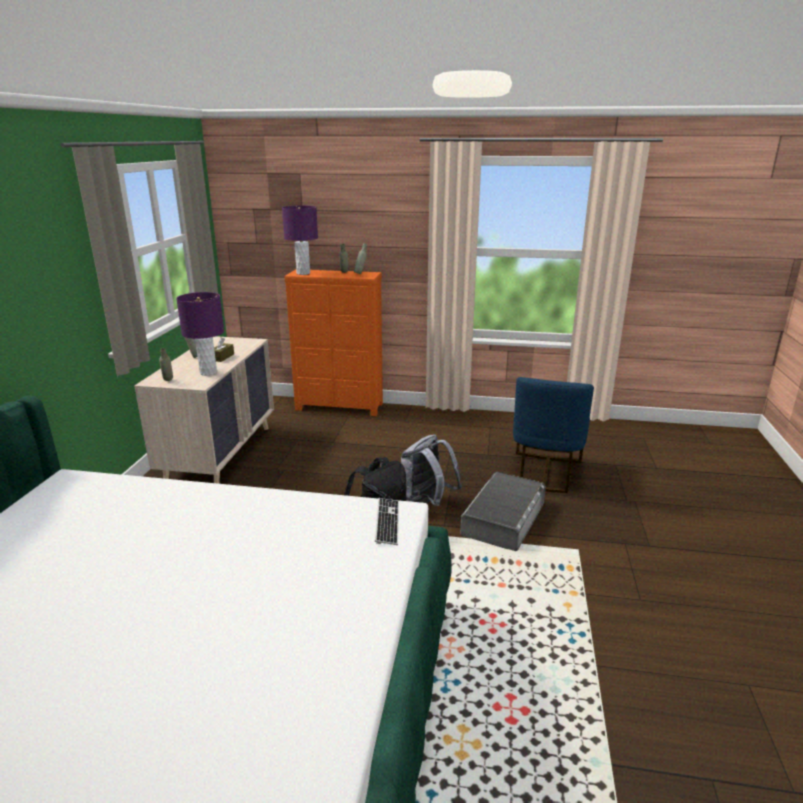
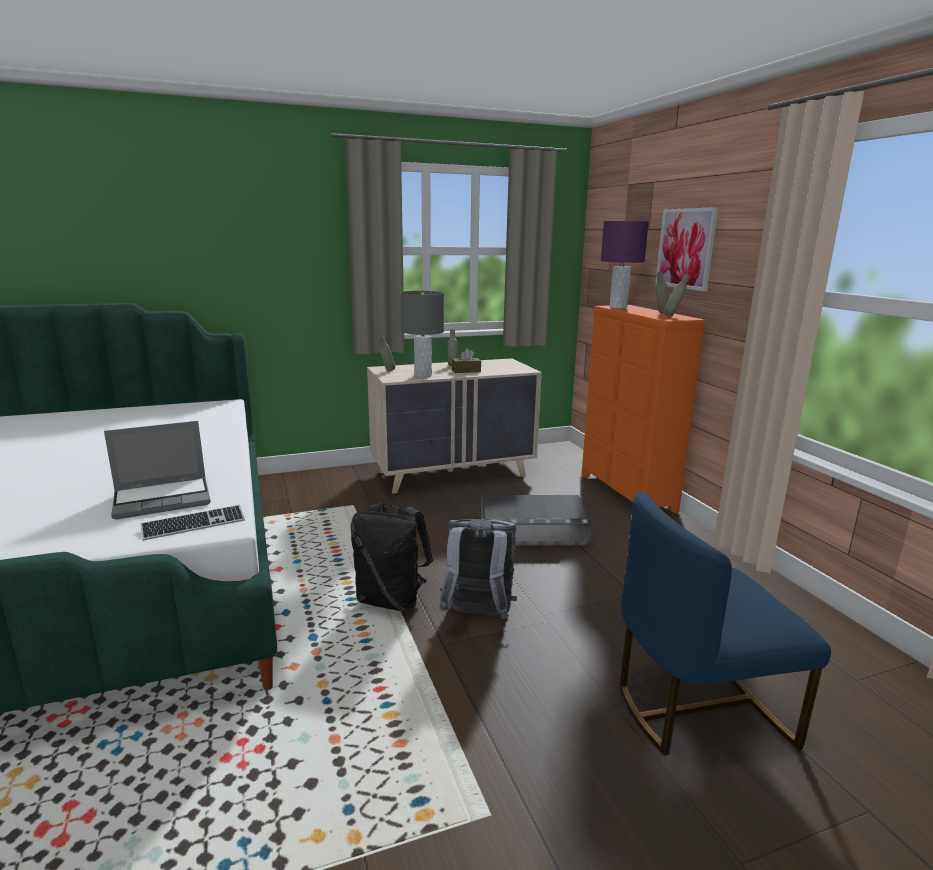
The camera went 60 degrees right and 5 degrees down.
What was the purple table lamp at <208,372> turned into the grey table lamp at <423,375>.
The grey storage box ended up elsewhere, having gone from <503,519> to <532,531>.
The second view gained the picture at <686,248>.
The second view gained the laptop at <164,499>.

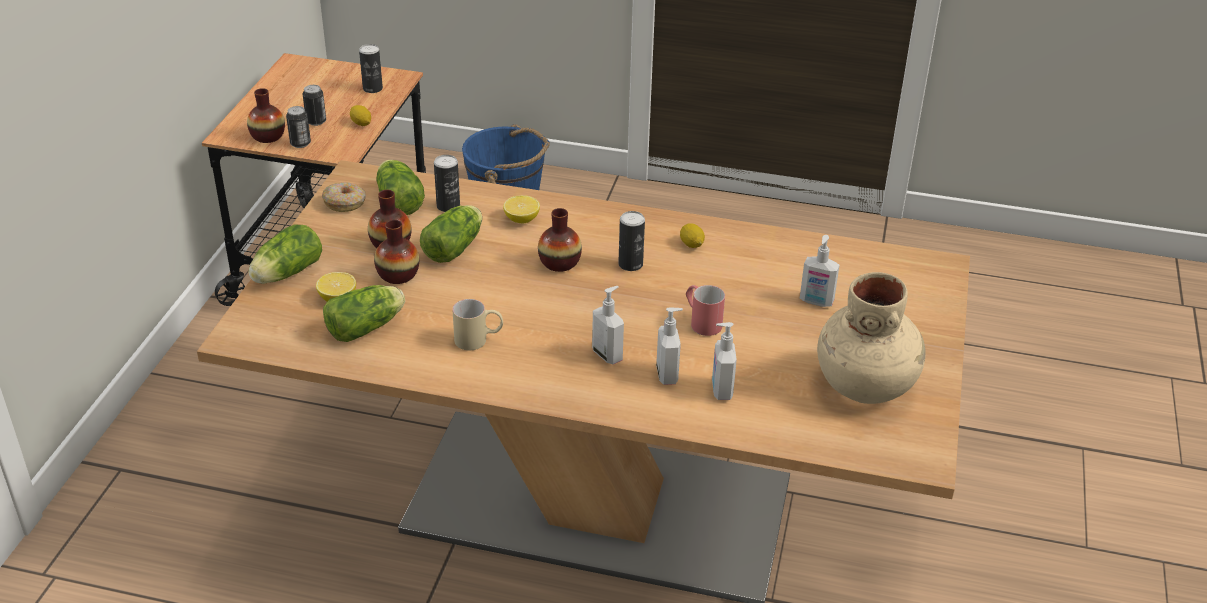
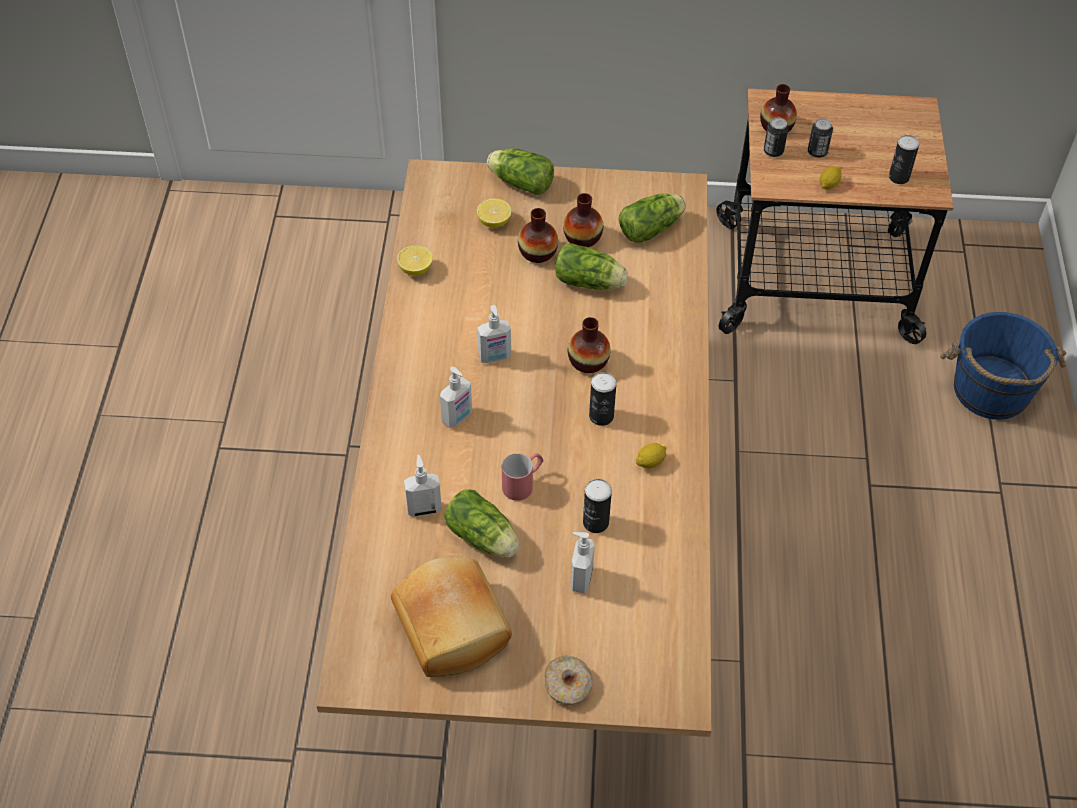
The camera went 80 degrees right and 15 degrees up.
The can ended up elsewhere, having gone from <448,206> to <595,522>.
The donut ended up elsewhere, having gone from <345,203> to <568,685>.
The lemon ended up elsewhere, having gone from <521,219> to <415,269>.
Where the beige vase stood at <865,384>, the bread came to stand at <454,627>.
The lettuce ended up elsewhere, having gone from <368,327> to <484,538>.
The second view lost the beige mug at <479,340>.
The soap dispenser ended up elsewhere, having gone from <668,375> to <495,357>.

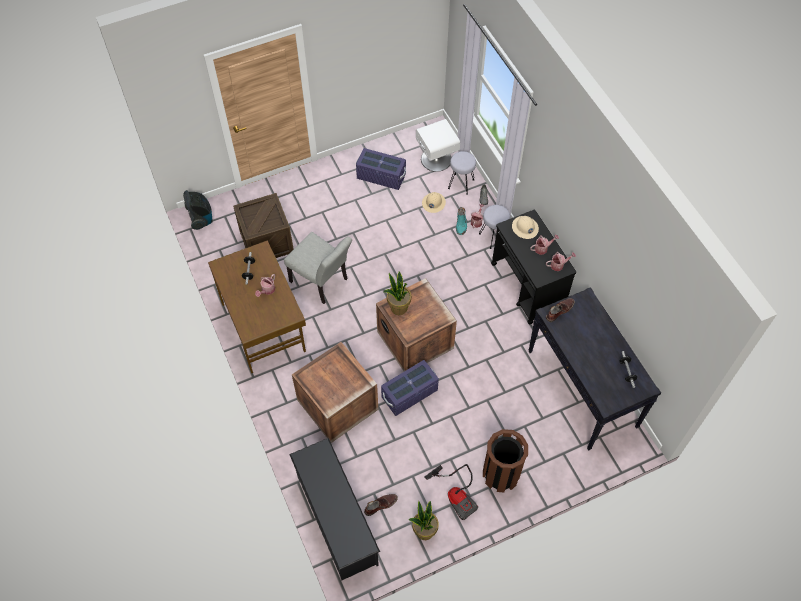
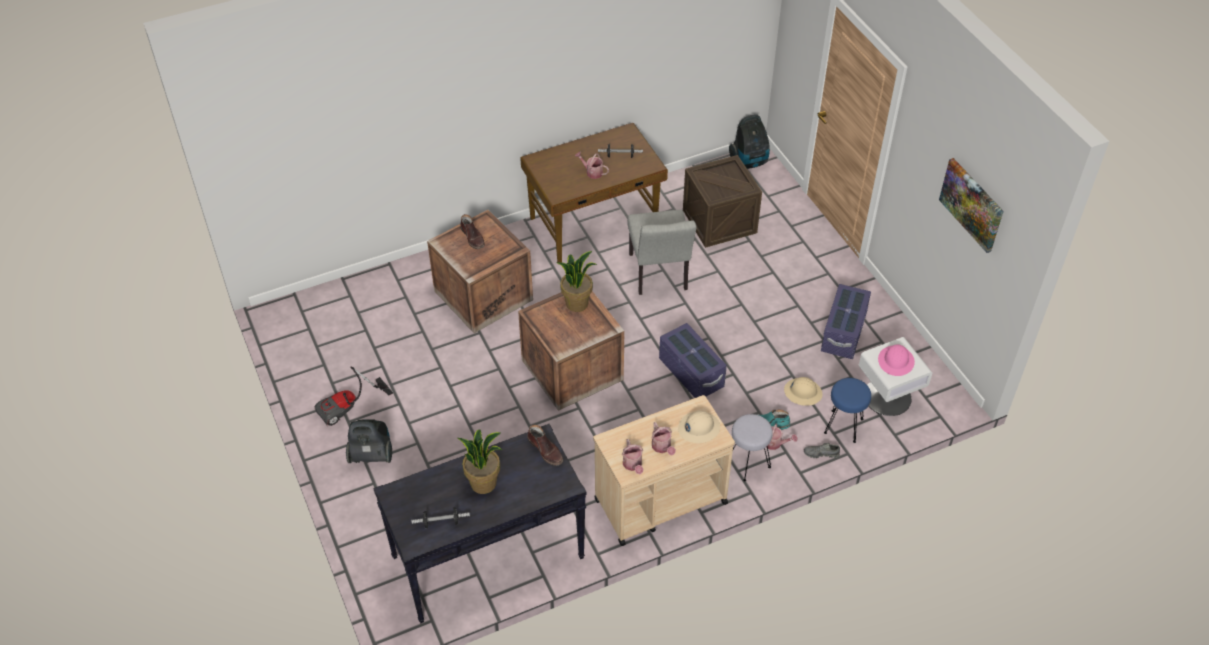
The camera went 90 degrees right and 10 degrees down.
What was the grey stool at <461,183> turned into the blue stool at <844,426>.
What was the black cart at <527,287> turned into the beige cart at <659,501>.
The grey chair at <322,282> ended up facing another way, 45 degrees counterclockwise from before.
The purple storage box ended up elsewhere, having gone from <409,394> to <691,373>.
Where the brown trash can stood at <500,474>, the vacuum cleaner came to stand at <371,455>.
The second view lost the black shoe rack at <336,519>.
The brown boot ended up elsewhere, having gone from <380,505> to <473,237>.
The potted plant ended up elsewhere, having gone from <424,531> to <483,483>.
The second view gained the picture at <972,204>.
The second view gained the pink hard hat at <896,361>.

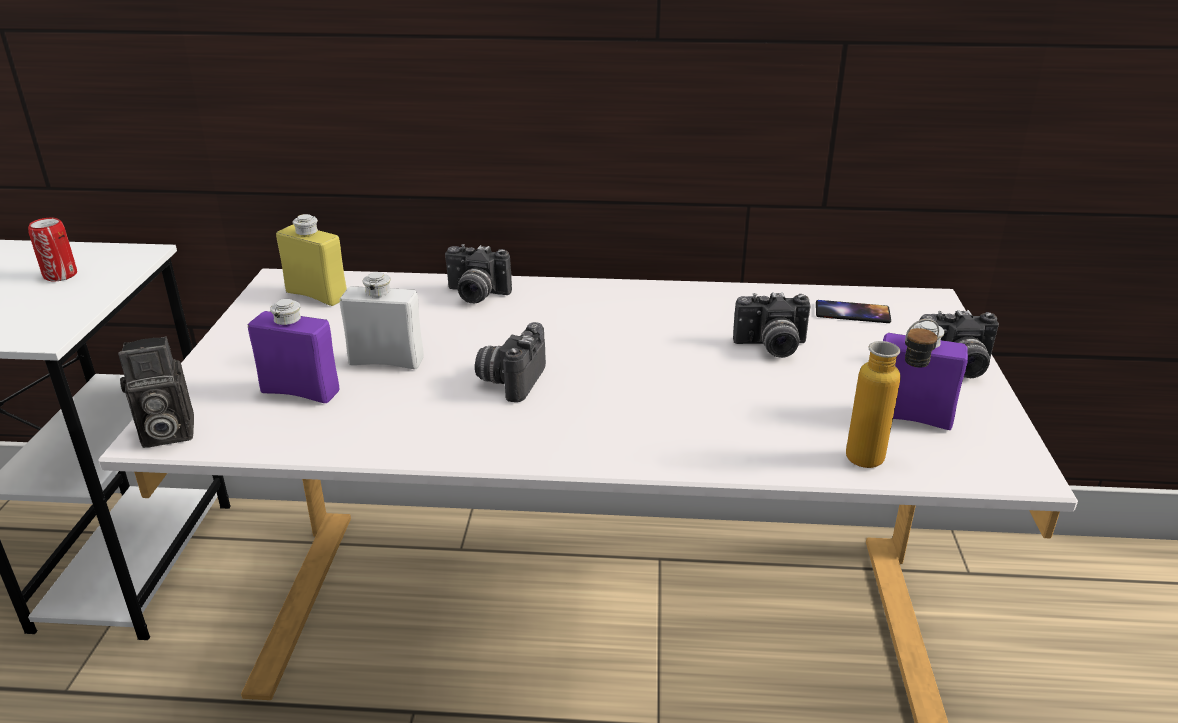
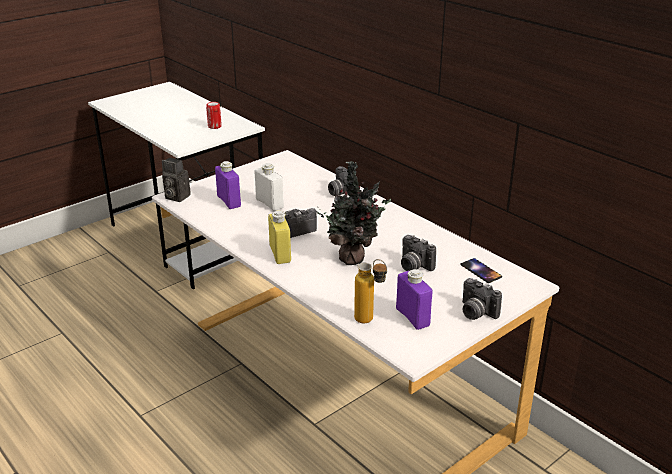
The camera went 45 degrees right and 0 degrees up.
The yellow bottle ended up elsewhere, having gone from <317,295> to <280,254>.
The second view gained the potted plant at <353,258>.

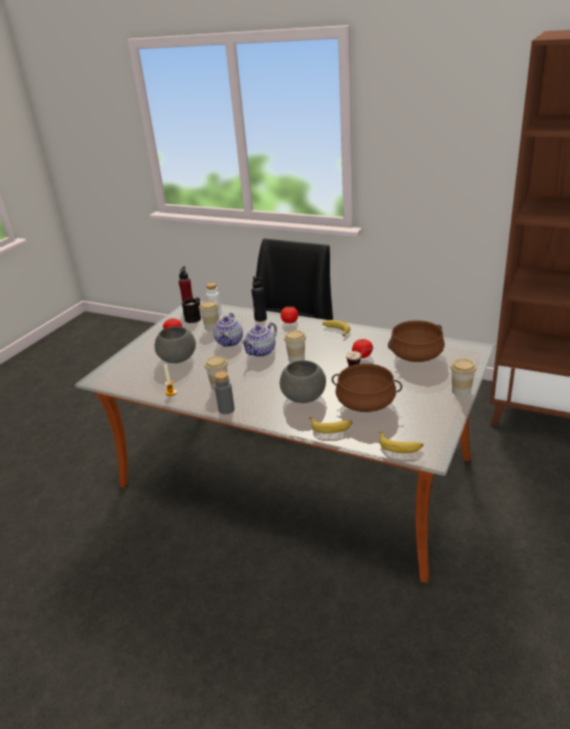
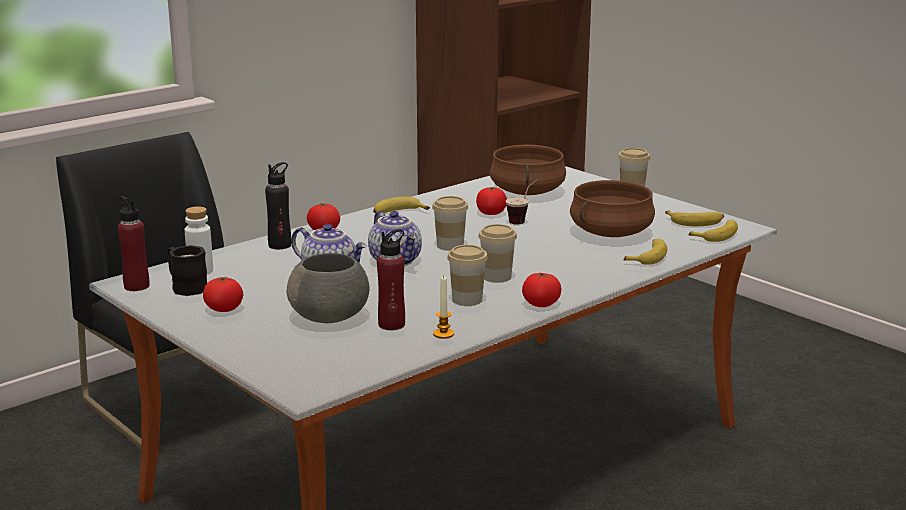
The camera went 70 degrees left and 10 degrees down.
The cup ended up elsewhere, having gone from <211,327> to <497,277>.
The second view lost the grey bowl at <303,397>.
Where the grey bottle stood at <226,409>, the tomato came to stand at <541,304>.
The second view gained the banana at <695,222>.
The second view gained the red bottle at <392,324>.

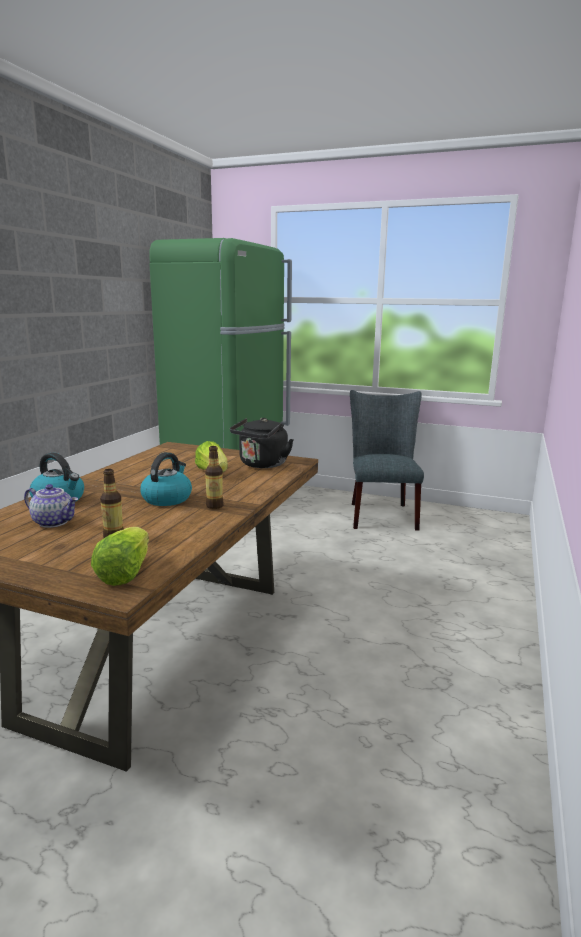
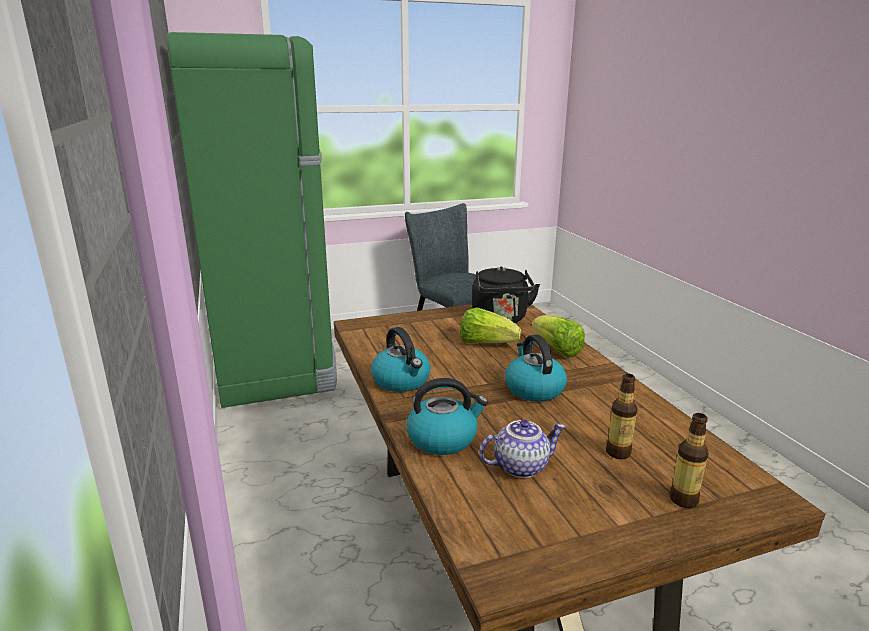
The camera went 40 degrees left and 5 degrees up.
The bottle ended up elsewhere, having gone from <214,506> to <683,500>.
The lettuce ended up elsewhere, having gone from <125,573> to <556,350>.
The second view gained the kettle at <402,381>.

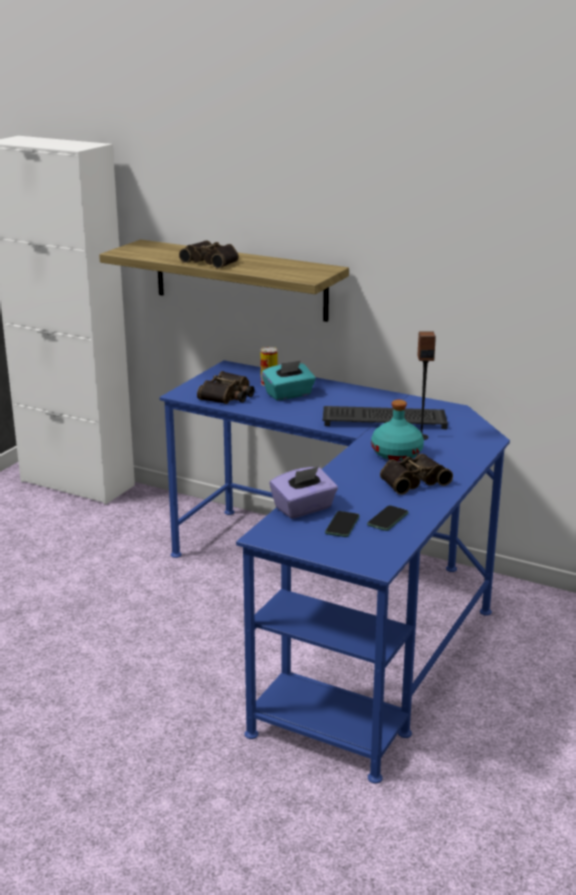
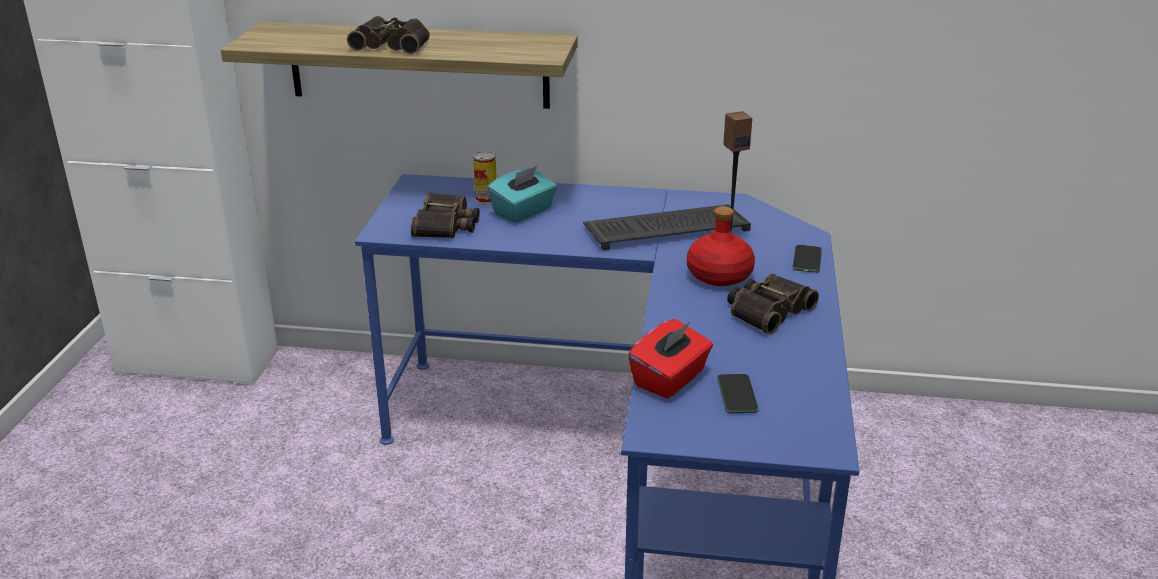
The camera went 20 degrees left and 5 degrees up.
What was the turquoise bottle at <397,453> turned into the red bottle at <720,275>.
What was the purple tissue box at <304,508> turned into the red tissue box at <670,379>.
The phone ended up elsewhere, having gone from <387,519> to <807,260>.

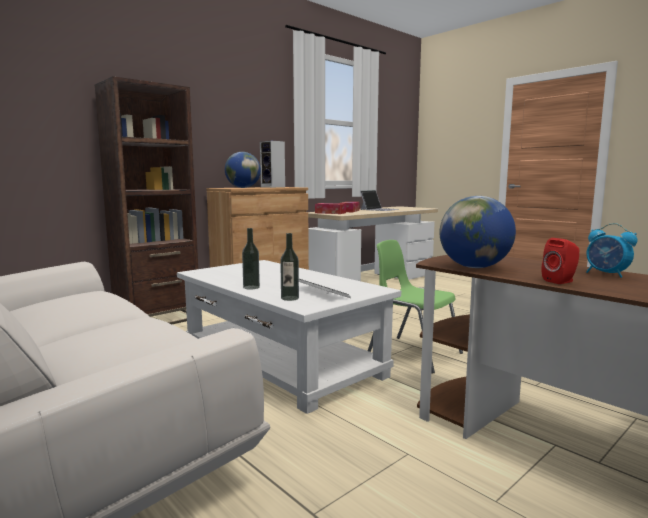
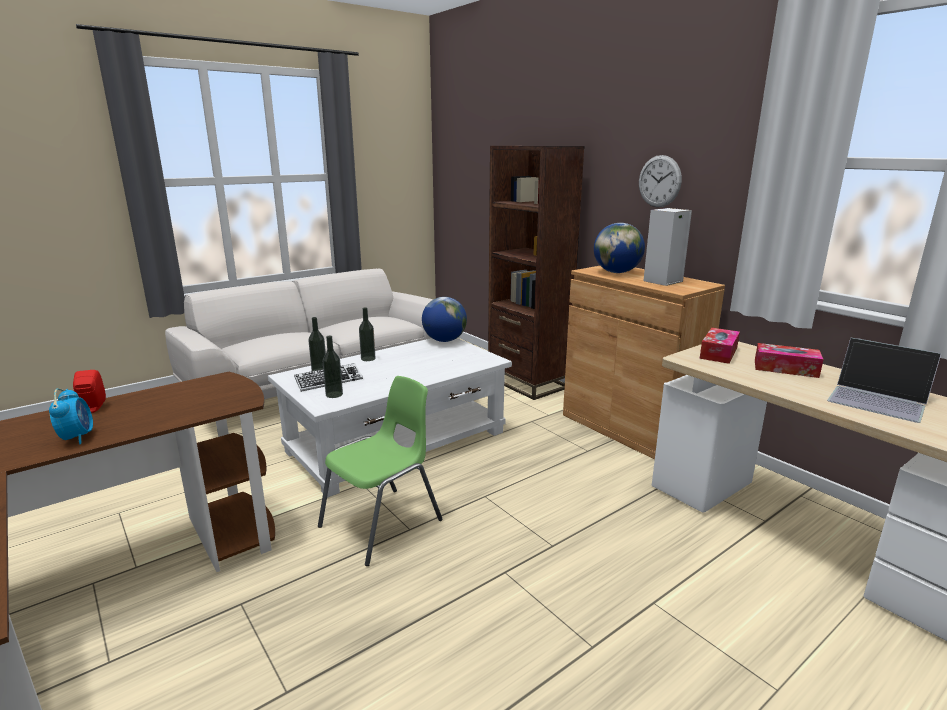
The camera went 95 degrees right and 10 degrees up.
The globe ended up elsewhere, having gone from <474,267> to <444,340>.
The alarm clock at <606,274> ended up facing another way, 105 degrees clockwise from before.
The second view gained the wall clock at <659,181>.
The second view gained the bottle at <334,394>.

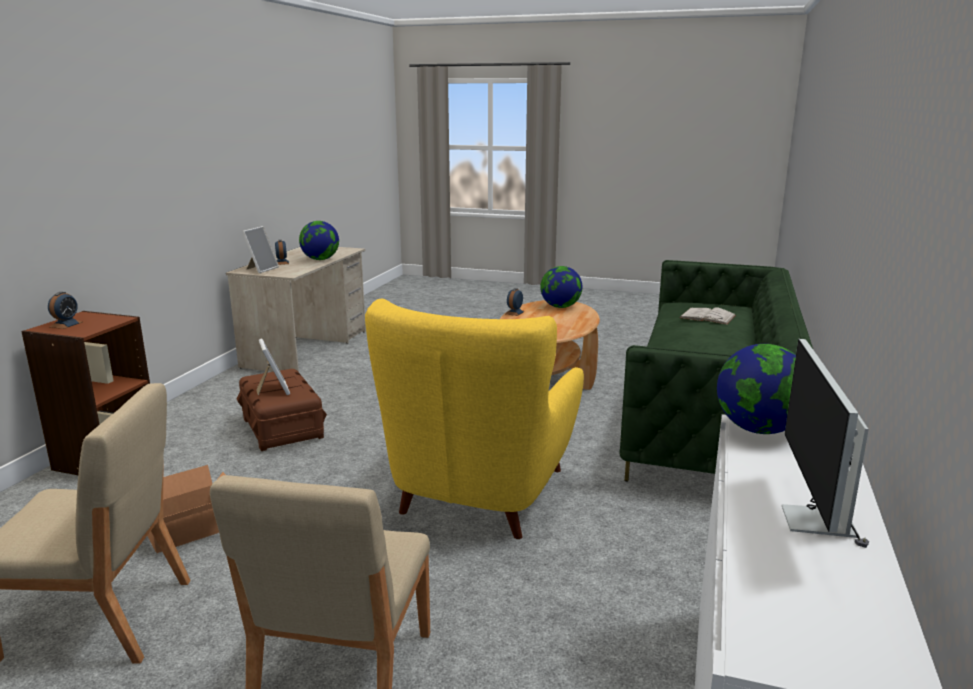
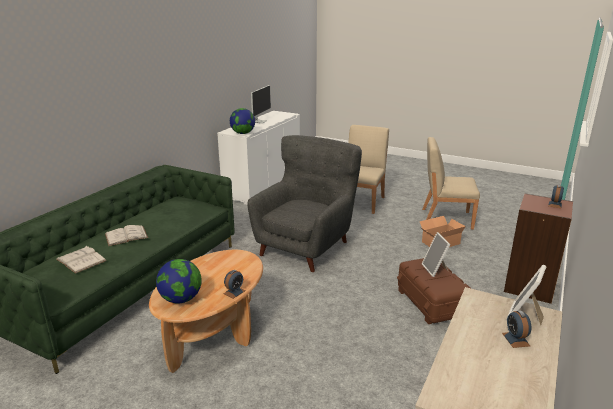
The camera went 170 degrees left and 5 degrees up.
The second view lost the globe at <320,259>.
What was the yellow armchair at <481,494> turned into the grey armchair at <306,246>.
The second view gained the white book at <126,235>.

